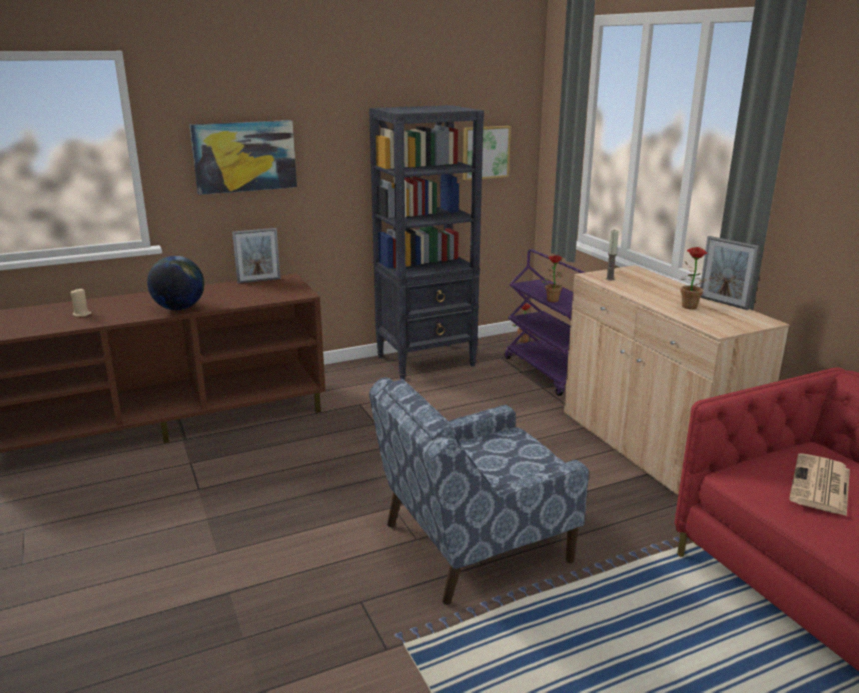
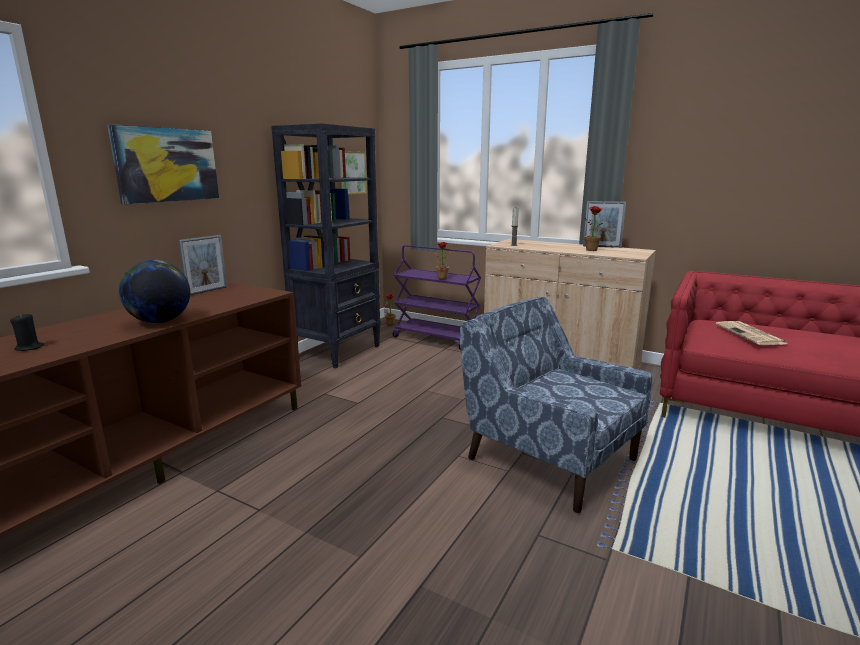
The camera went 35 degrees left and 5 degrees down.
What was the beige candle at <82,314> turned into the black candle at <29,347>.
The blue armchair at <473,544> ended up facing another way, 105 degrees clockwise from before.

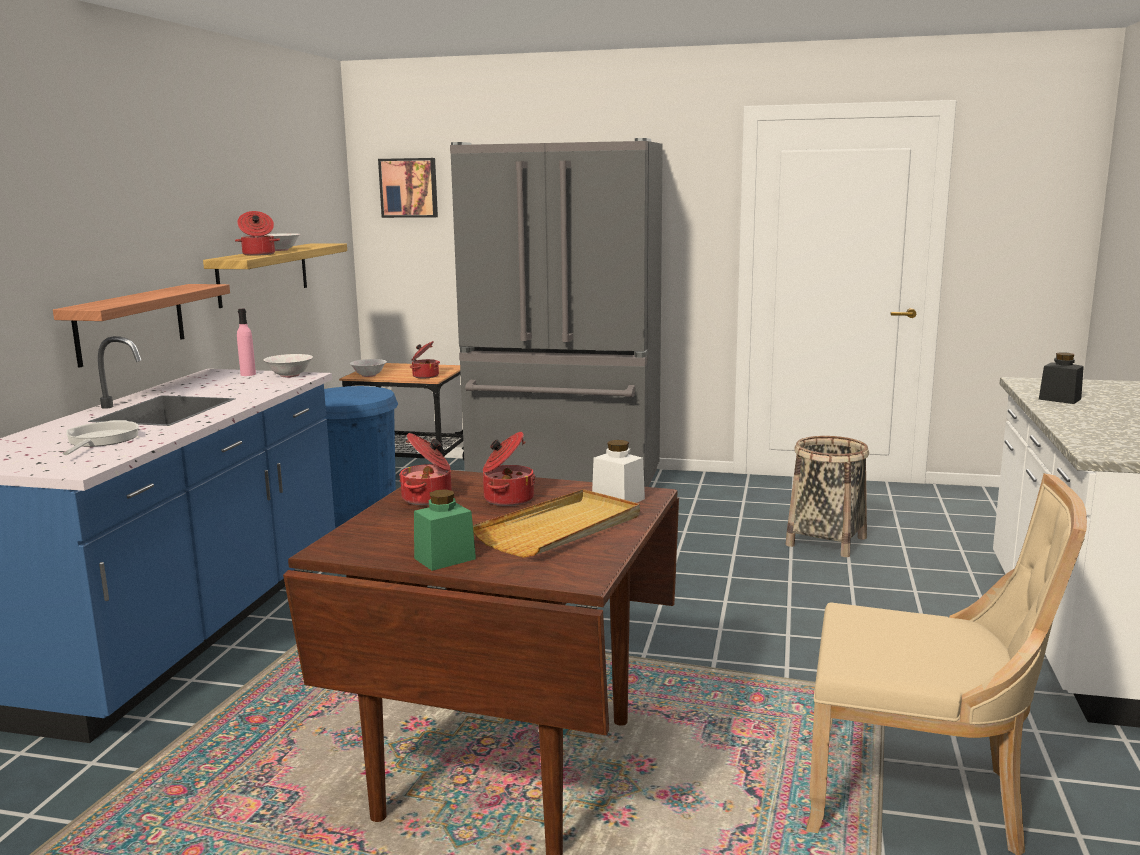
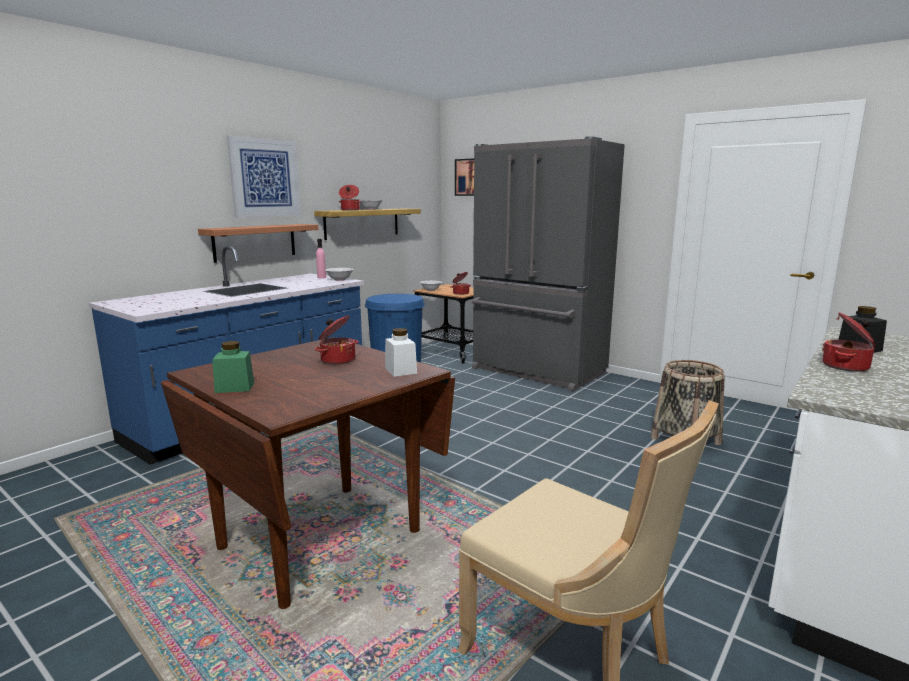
The camera went 25 degrees right and 0 degrees up.
The second view lost the frying pan at <101,440>.
The cooking pot ended up elsewhere, having gone from <428,498> to <847,366>.
The second view lost the beige tray at <561,529>.
The second view gained the picture at <265,178>.

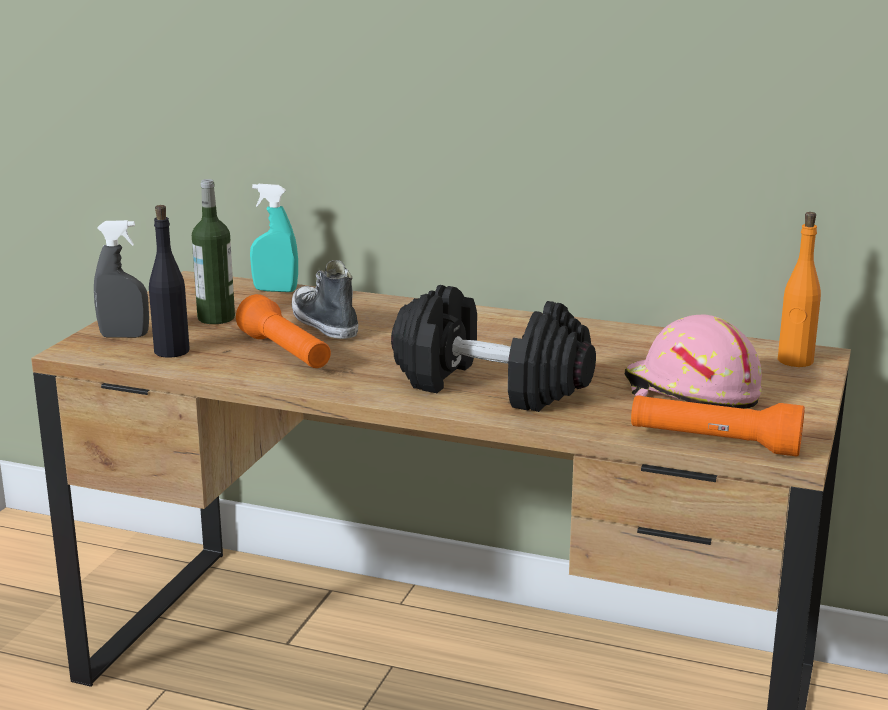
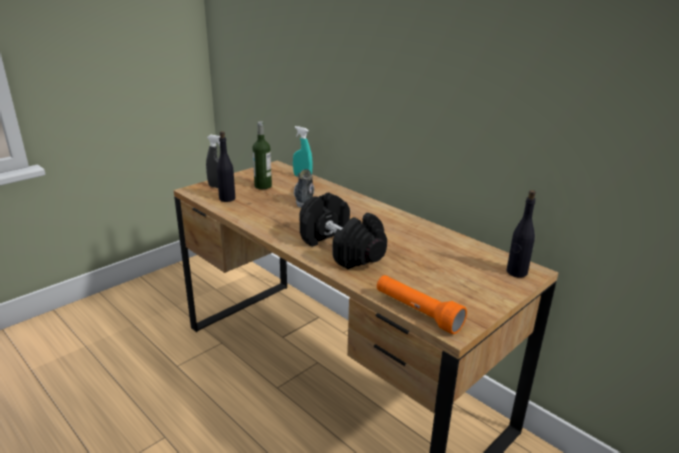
The camera went 25 degrees right and 5 degrees up.
What was the orange bottle at <795,361> turned into the black bottle at <516,272>.
The second view lost the orange flashlight at <286,353>.
The second view lost the pink hard hat at <691,393>.

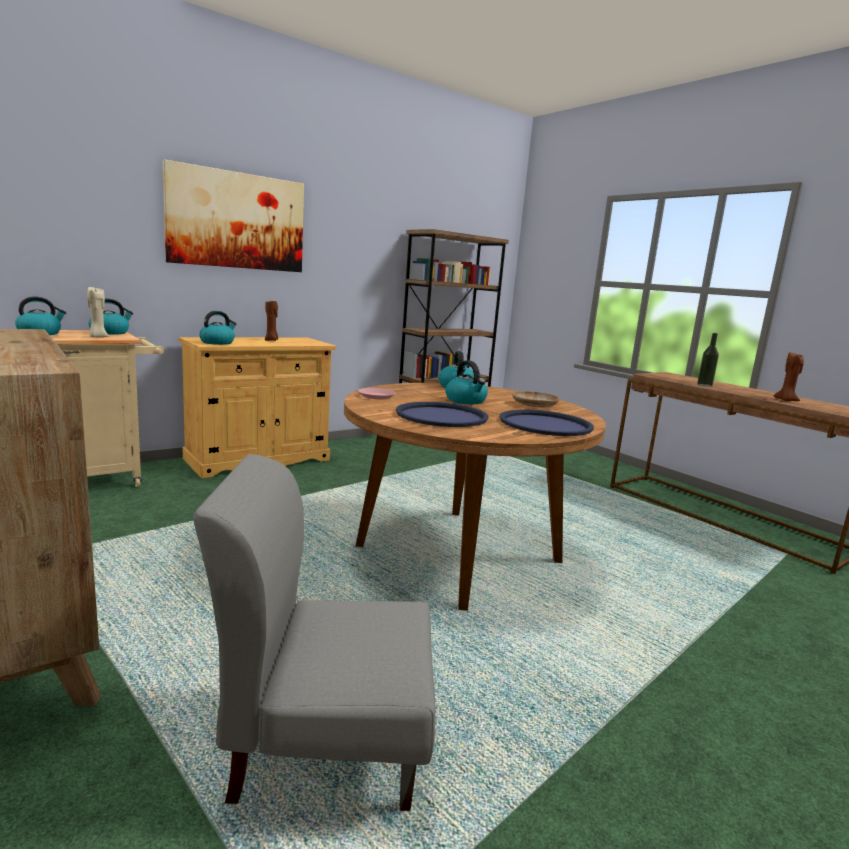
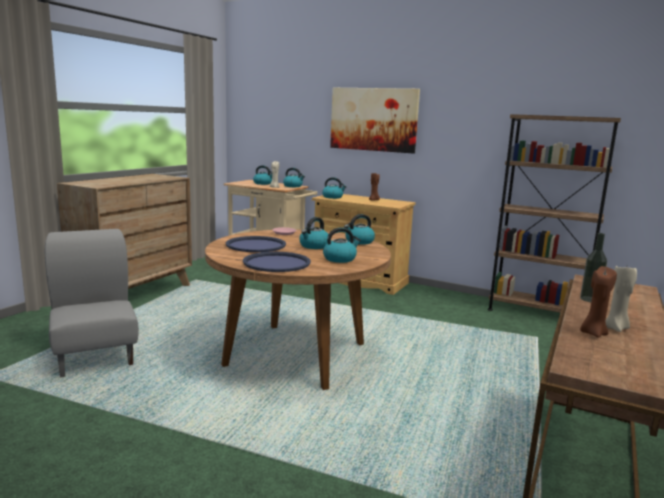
The camera went 65 degrees right and 0 degrees up.
Where the beige plate stood at <534,405>, the kettle came to stand at <340,259>.
The second view gained the beige candle at <616,328>.

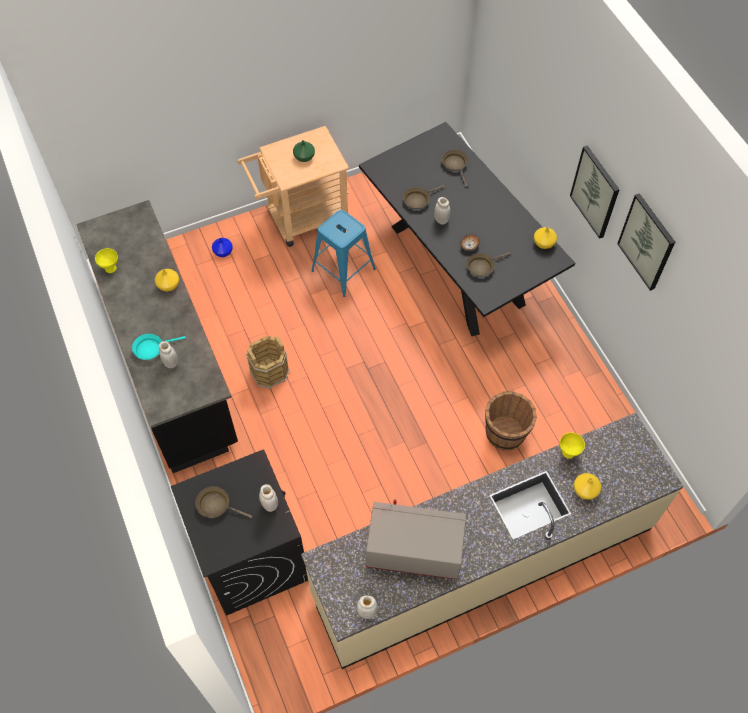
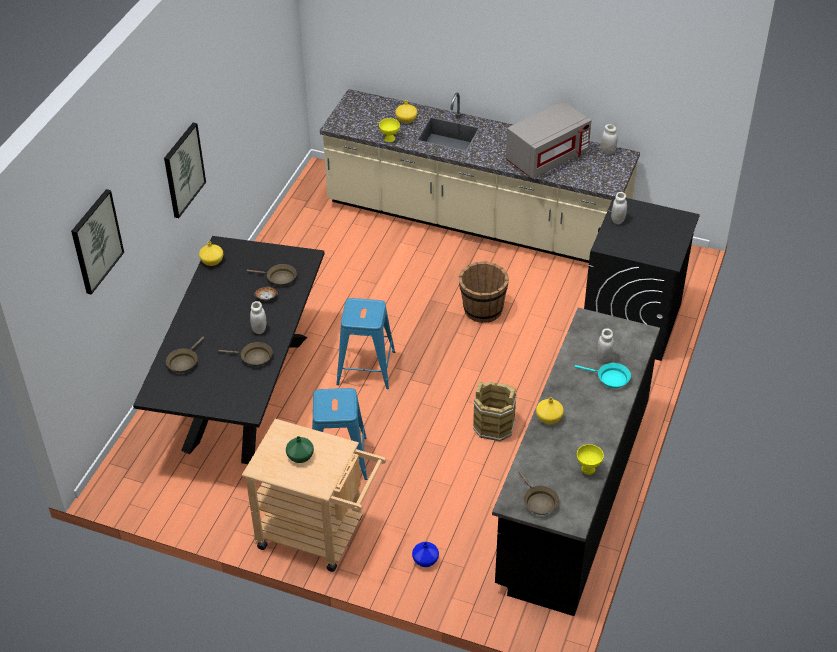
The camera went 135 degrees left and 15 degrees down.
The picture ended up elsewhere, having gone from <647,242> to <96,241>.
The brown bucket ended up elsewhere, having gone from <505,433> to <482,309>.
The brown frying pan ended up elsewhere, having gone from <216,505> to <538,501>.
The grey microwave at <413,551> ended up facing another way, 90 degrees counterclockwise from before.
The second view gained the blue stool at <365,368>.

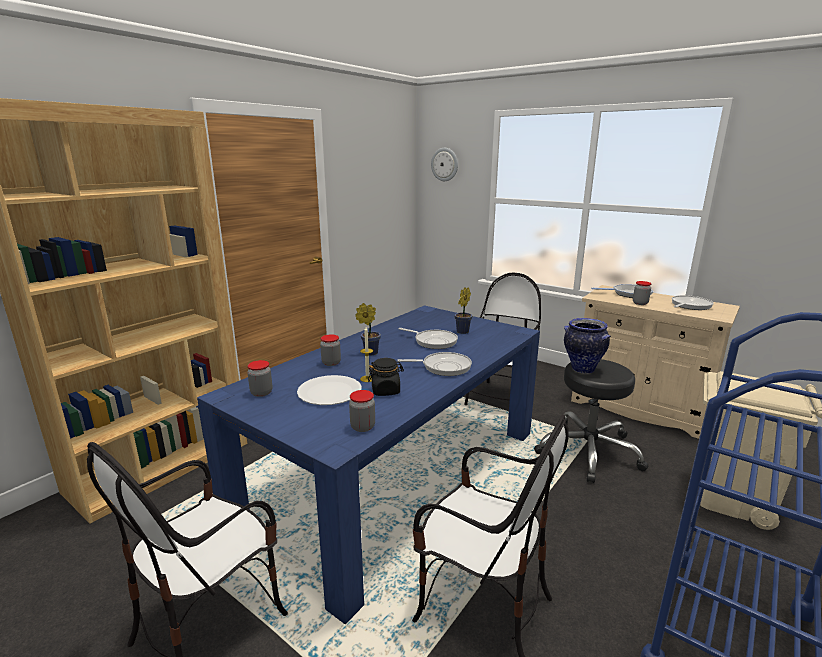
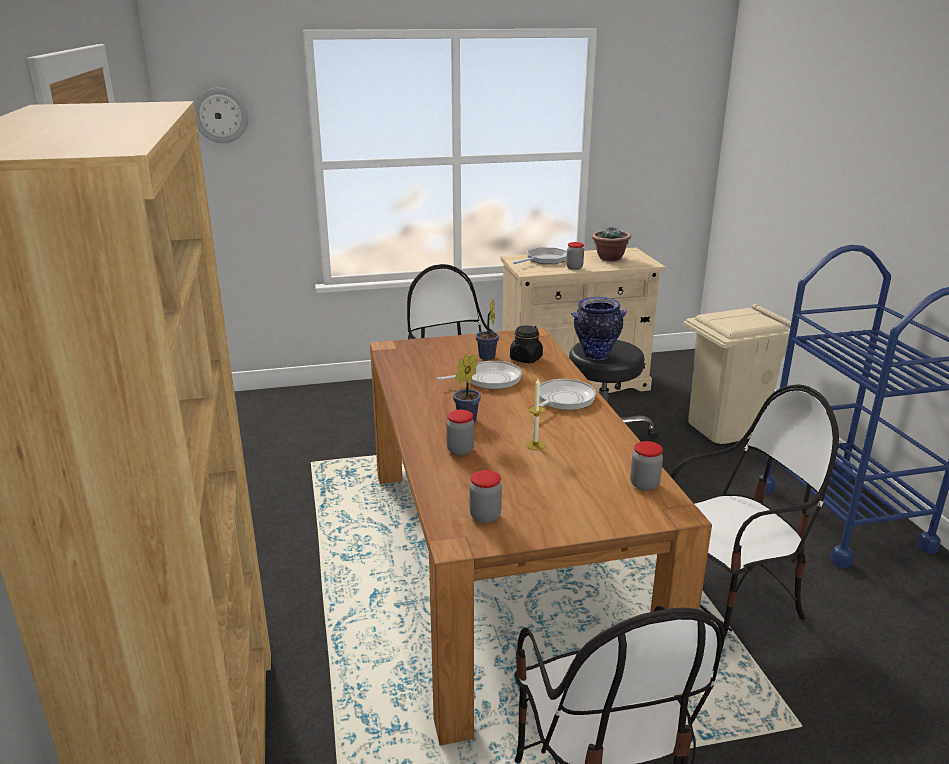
The camera went 50 degrees left and 5 degrees up.
Where the frying pan stood at <689,305>, the potted plant came to stand at <609,258>.
What was the blue dining table at <396,475> turned into the brown dining table at <501,564>.
The black jar ended up elsewhere, having gone from <386,390> to <526,358>.
The second view lost the white plate at <329,392>.

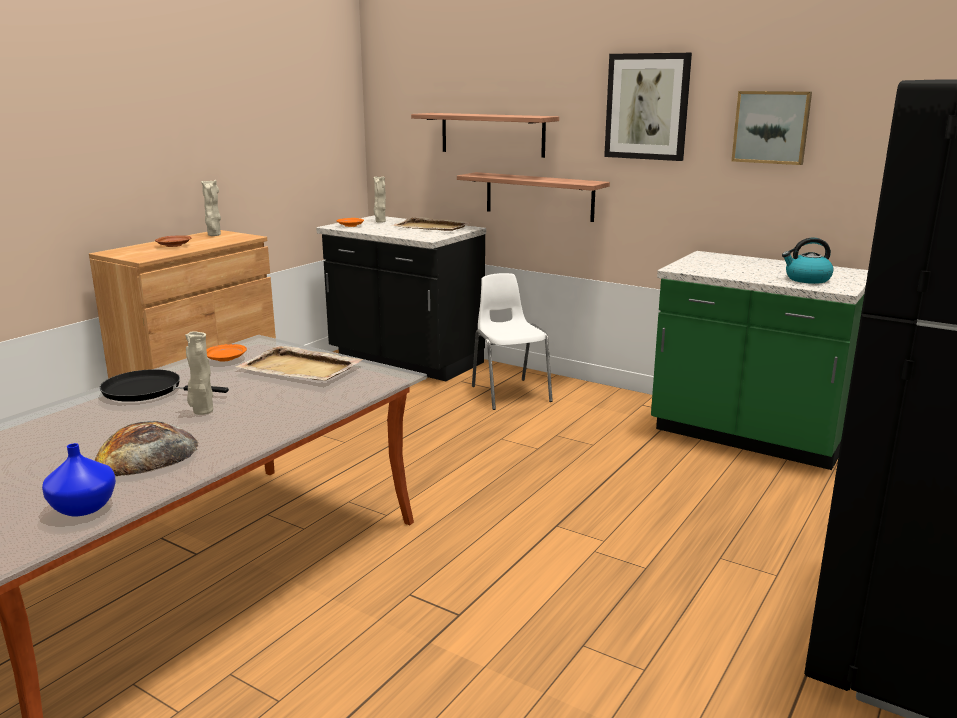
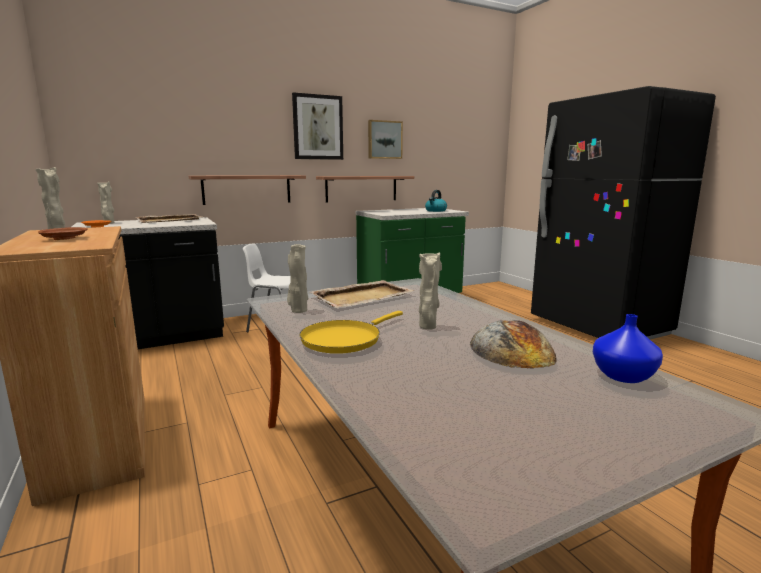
The camera went 60 degrees left and 5 degrees down.
The shelf ended up elsewhere, having gone from <492,134> to <361,188>.
Where the orange plate stood at <226,359>, the beige vase came to stand at <298,311>.
What was the black frying pan at <148,391> turned into the yellow frying pan at <345,339>.

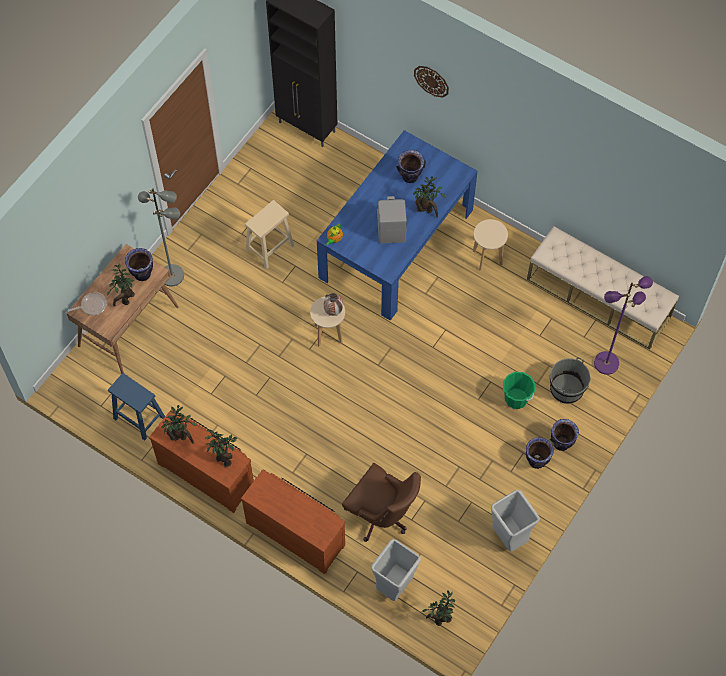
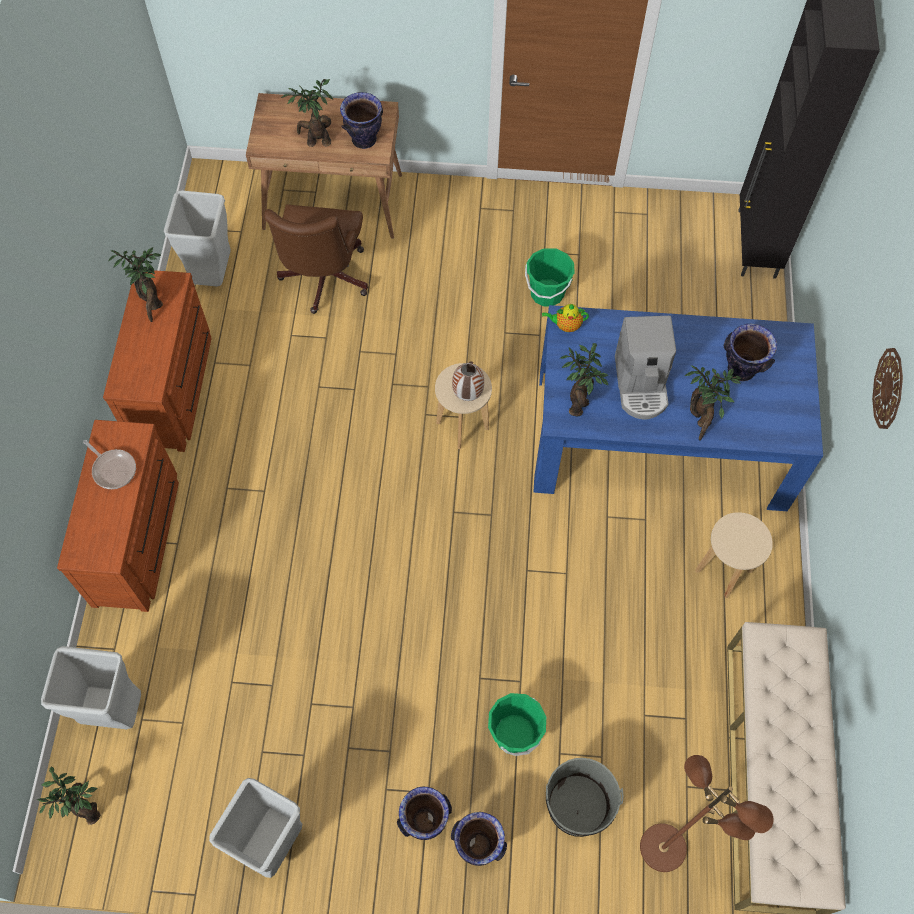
The camera went 60 degrees right and 0 degrees up.
The wall clock ended up elsewhere, having gone from <431,81> to <888,388>.
The second view lost the grey floor lamp at <172,275>.
The coffee machine at <390,225> ended up facing another way, 120 degrees clockwise from before.
Where the beige stool stood at <270,247>, the green bucket came to stand at <547,293>.
What was the purple floor lamp at <606,362> turned into the brown floor lamp at <664,847>.
The frying pan ended up elsewhere, having gone from <92,305> to <113,469>.
Where the blue stool stood at <138,417>, the grey trash can came to stand at <213,275>.
The potted plant ended up elsewhere, having gone from <223,458> to <579,402>.
The brown office chair ended up elsewhere, having gone from <382,515> to <323,281>.

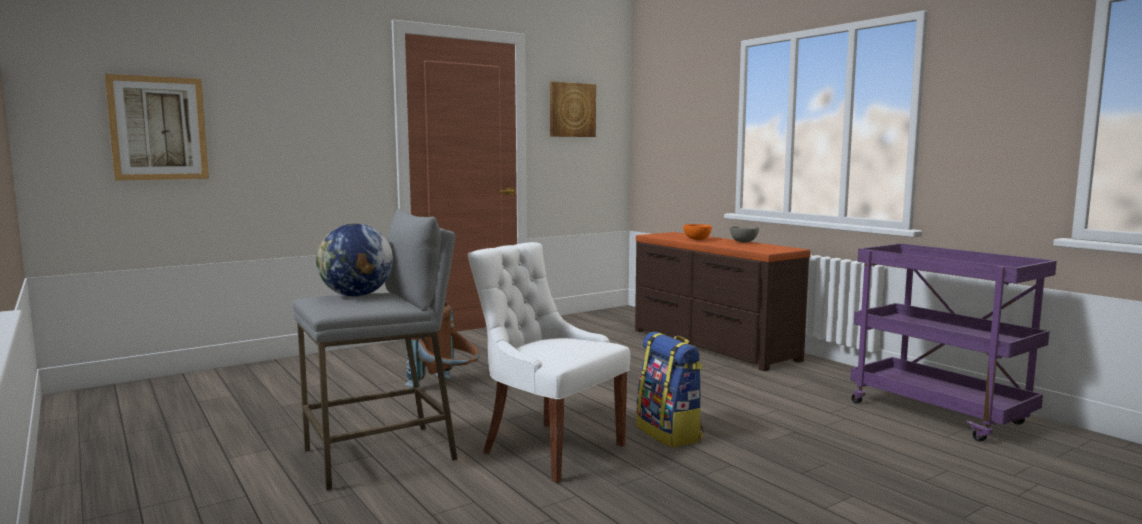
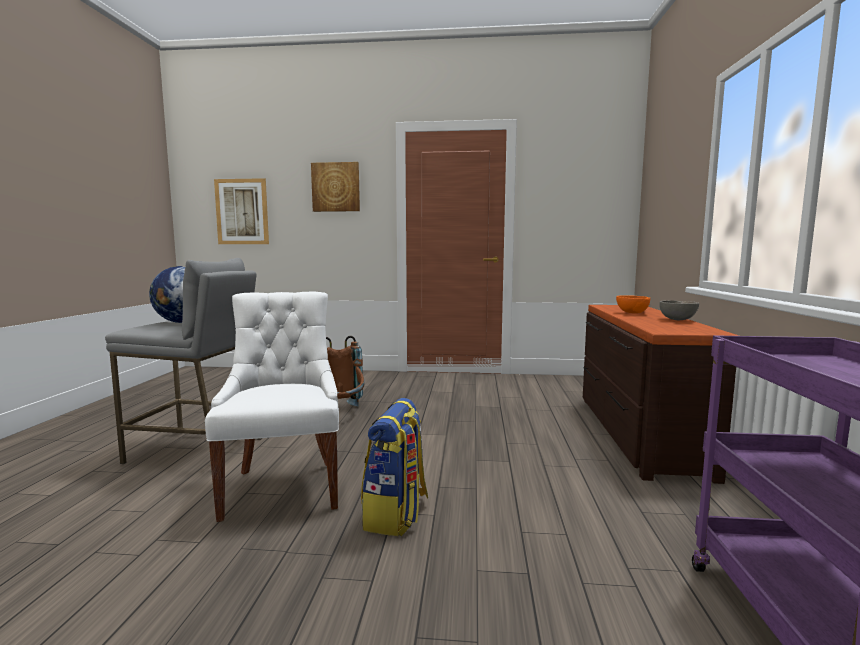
The camera went 40 degrees right and 0 degrees up.
The picture ended up elsewhere, having gone from <571,110> to <336,187>.

